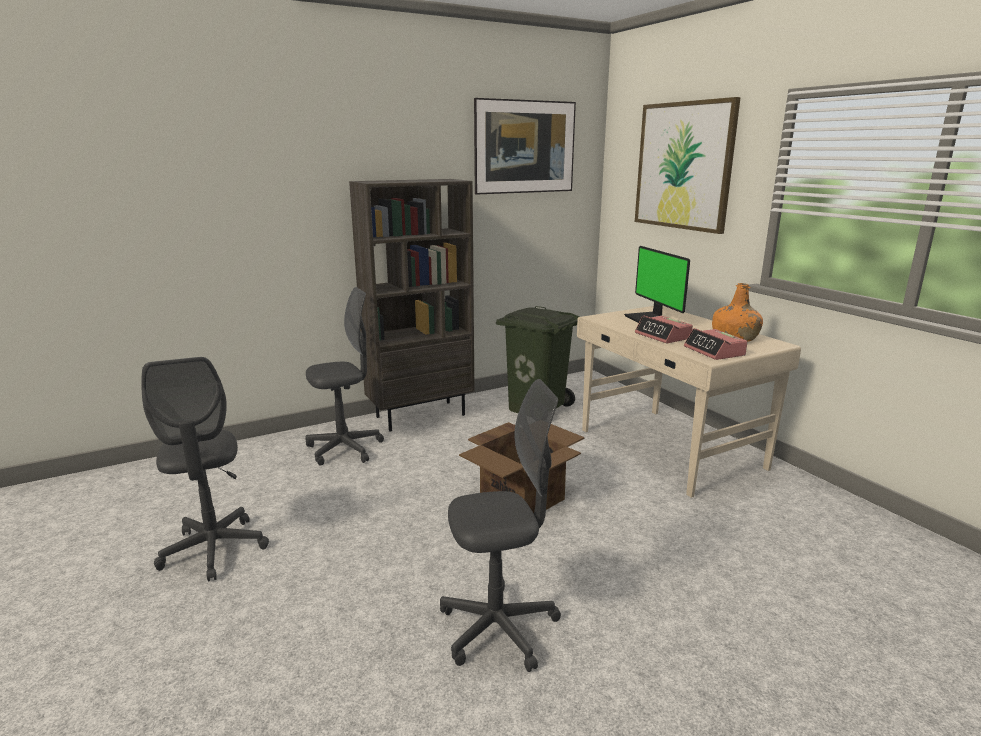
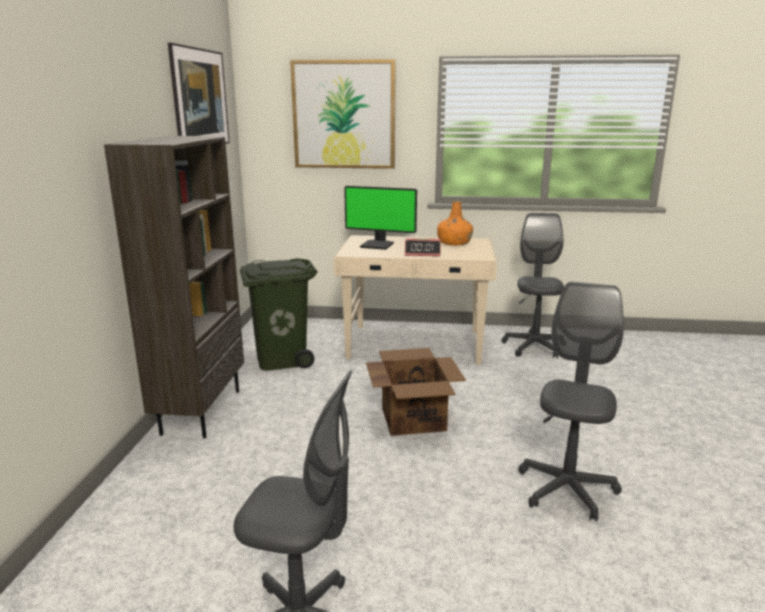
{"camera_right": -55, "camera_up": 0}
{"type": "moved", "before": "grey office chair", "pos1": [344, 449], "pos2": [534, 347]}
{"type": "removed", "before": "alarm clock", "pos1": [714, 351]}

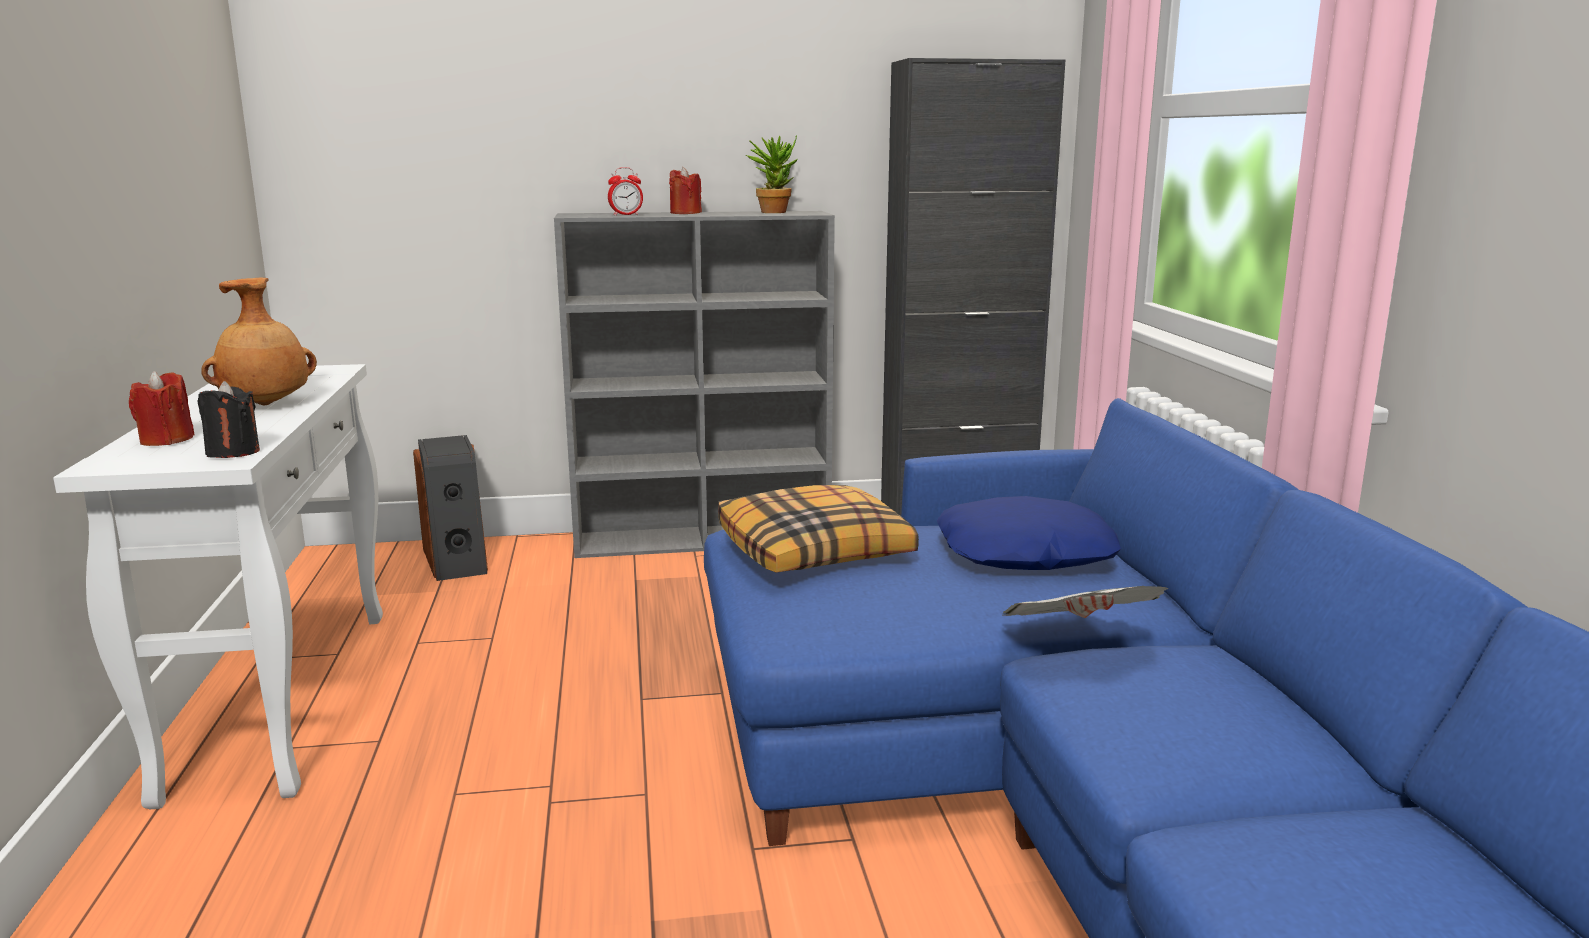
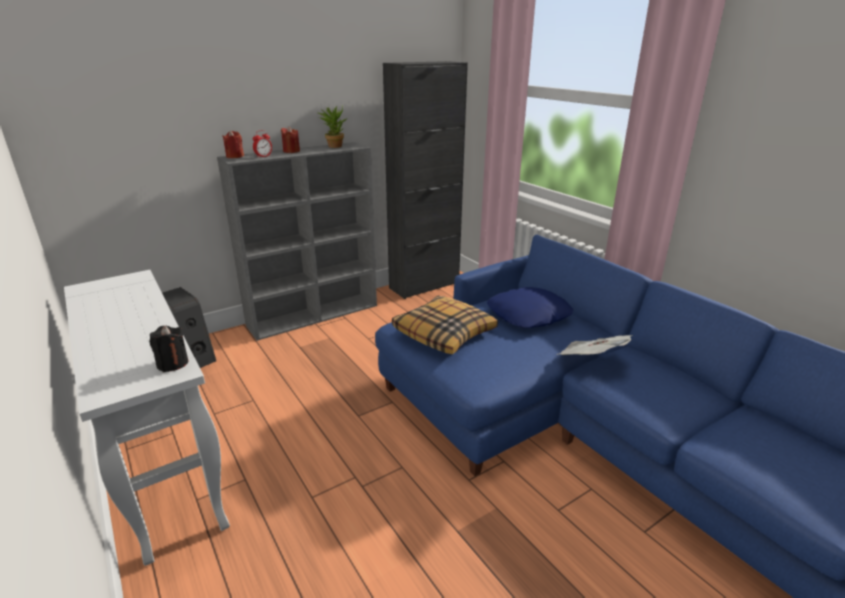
{"camera_right": -25, "camera_up": 10}
{"type": "removed", "before": "brown vase", "pos1": [266, 405]}
{"type": "moved", "before": "red candle", "pos1": [166, 440], "pos2": [235, 156]}

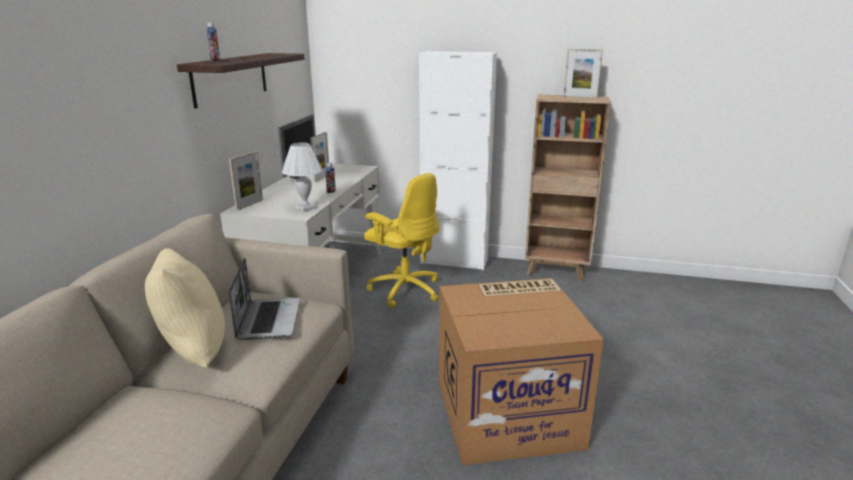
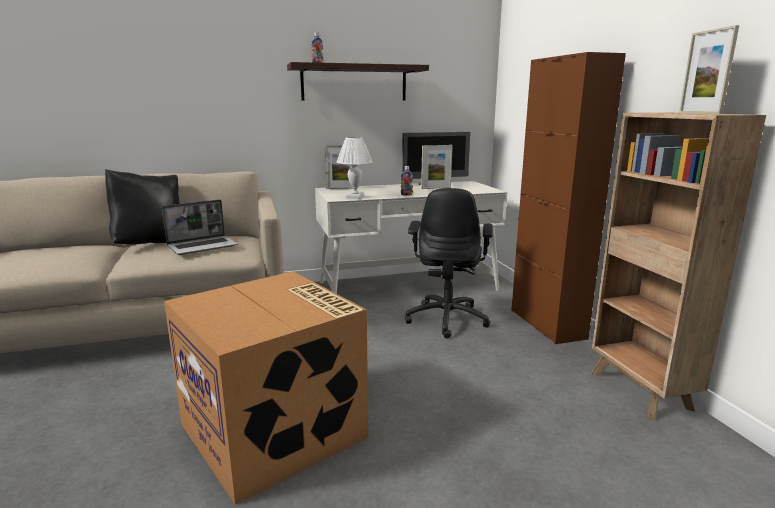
{"camera_right": 60, "camera_up": -5}
{"type": "recoloured", "before": "white cabinet", "after": "brown cabinet", "pos1": [454, 261], "pos2": [547, 324]}
{"type": "recoloured", "before": "yellow office chair", "after": "black office chair", "pos1": [405, 290], "pos2": [447, 319]}
{"type": "recoloured", "before": "beige pillow", "after": "black pillow", "pos1": [192, 353], "pos2": [151, 244]}

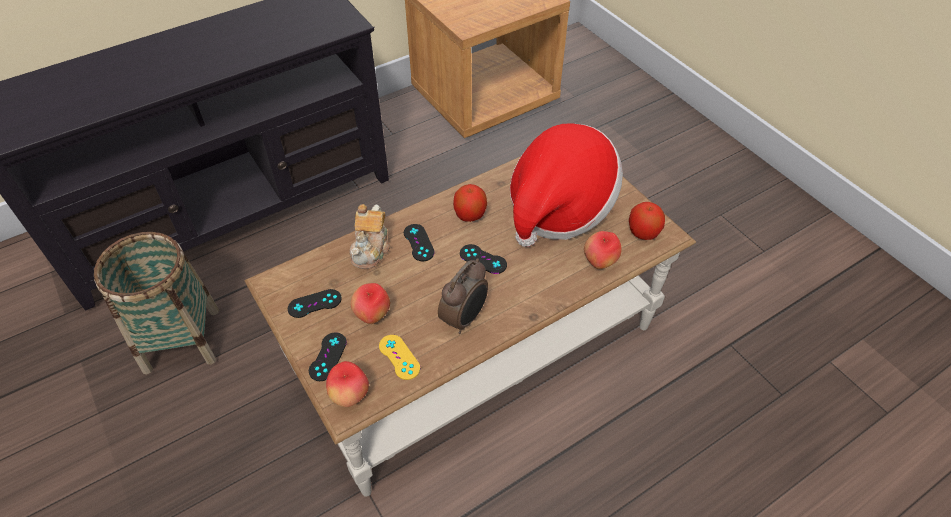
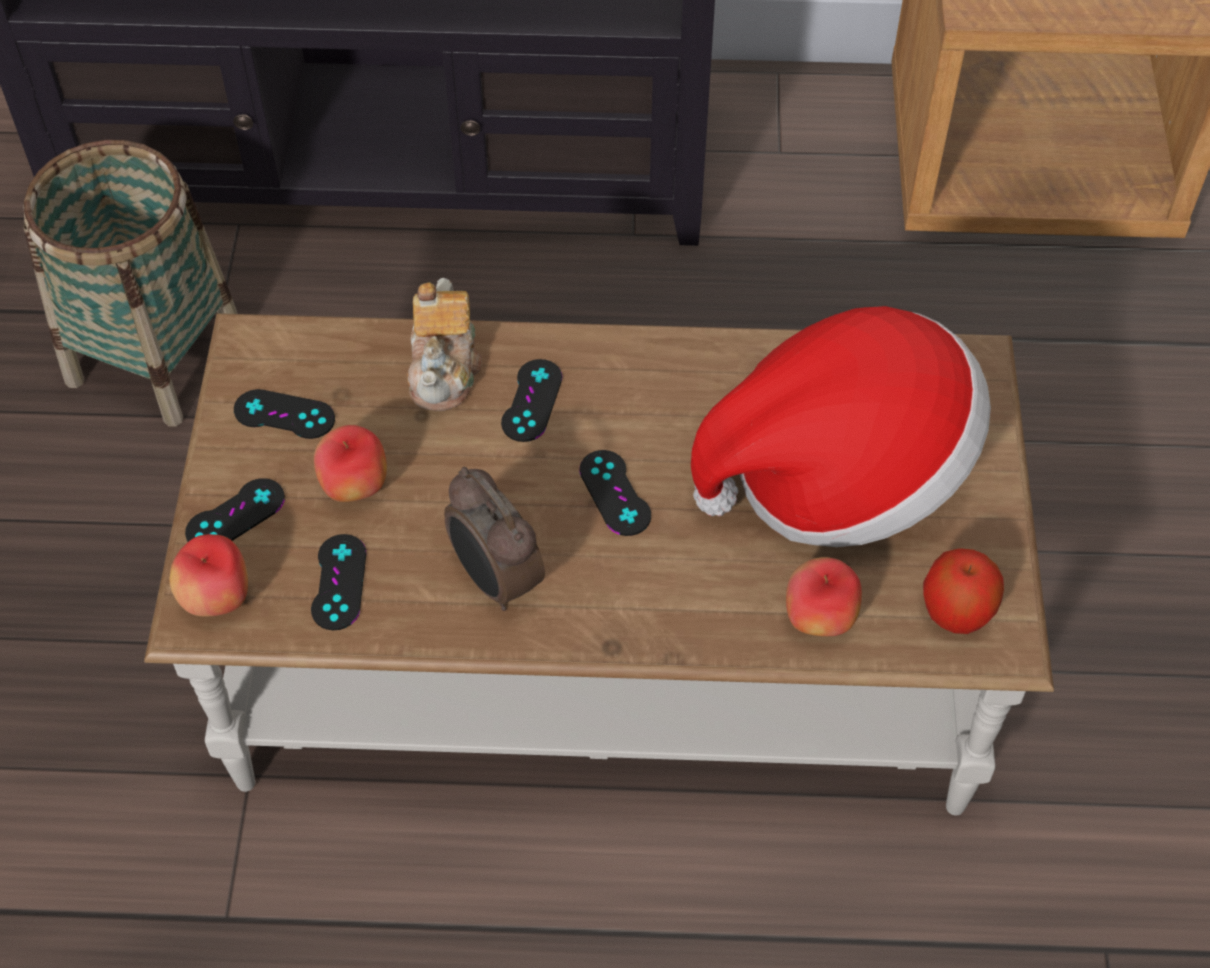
{"camera_right": 35, "camera_up": 5}
{"type": "removed", "before": "apple", "pos1": [470, 215]}
{"type": "turned", "before": "teapot", "pos1": [371, 249], "pos2": [445, 369], "turn": -45}
{"type": "turned", "before": "alarm clock", "pos1": [465, 318], "pos2": [495, 580], "turn": 75}
{"type": "recoloured", "before": "yellow game controller", "after": "black game controller", "pos1": [399, 357], "pos2": [339, 582]}

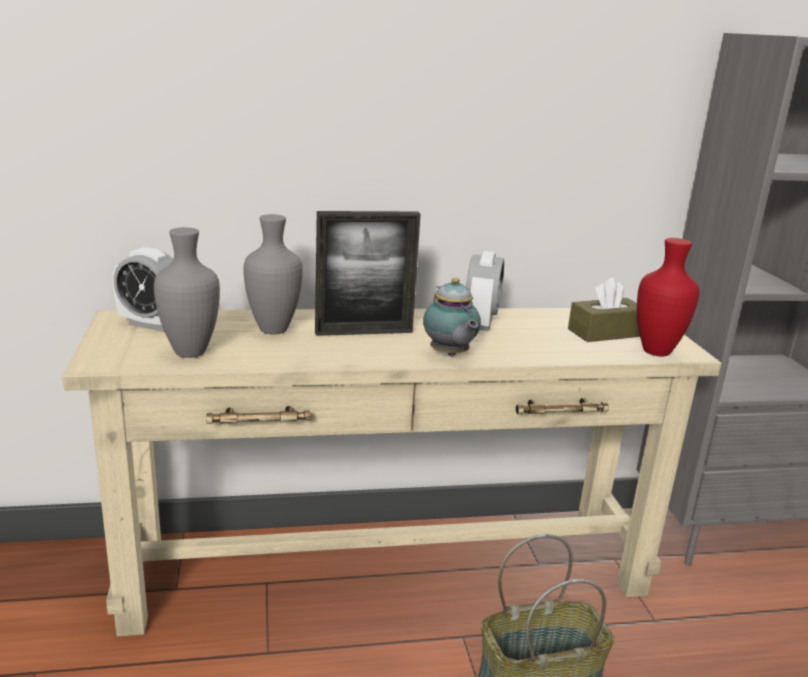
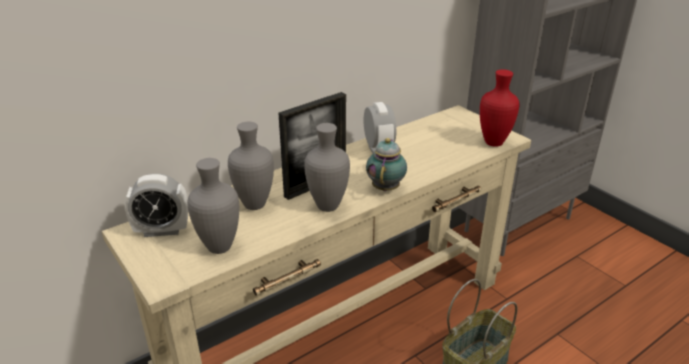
{"camera_right": -25, "camera_up": 10}
{"type": "turned", "before": "teapot", "pos1": [449, 355], "pos2": [386, 187], "turn": -120}
{"type": "removed", "before": "brown tissue box", "pos1": [605, 332]}
{"type": "added", "after": "grey vase", "pos2": [326, 207]}

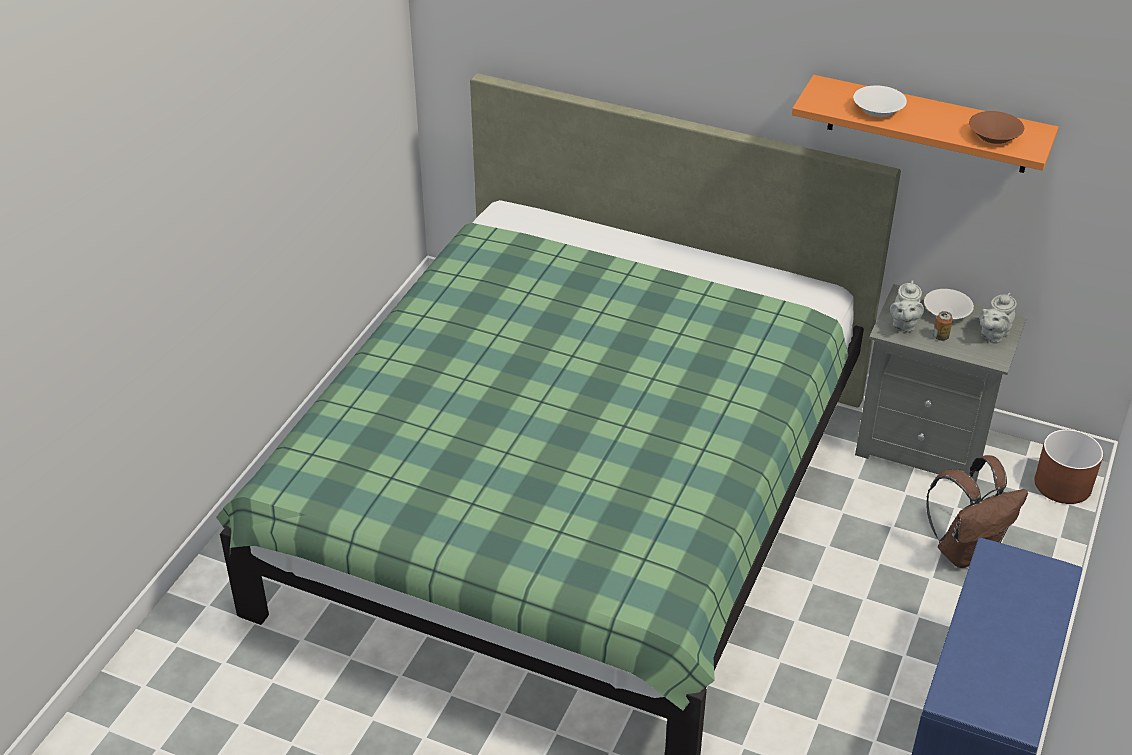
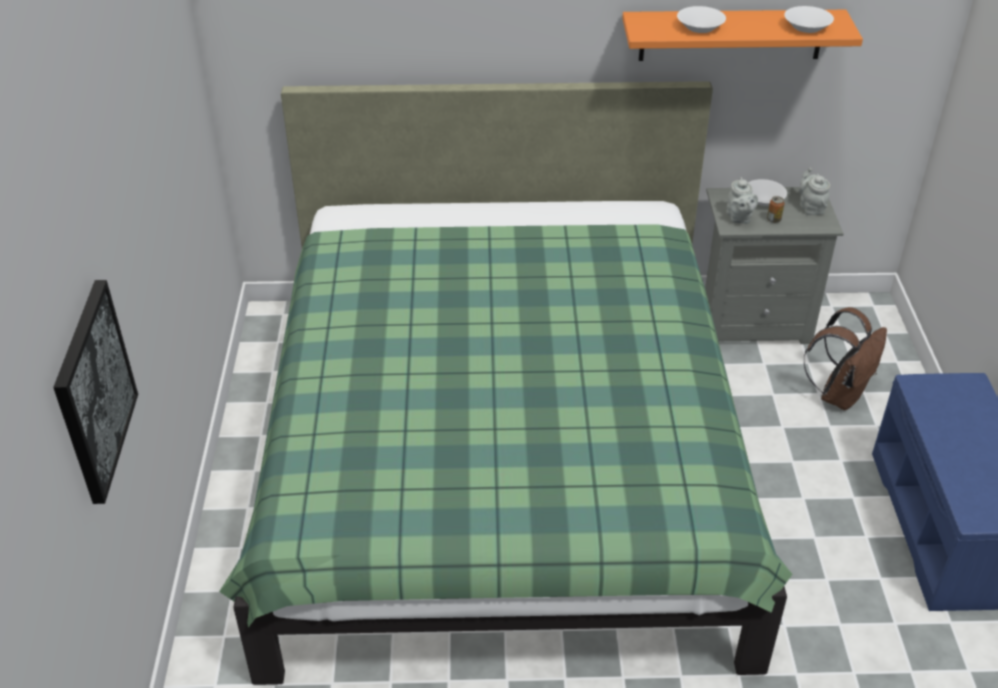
{"camera_right": -25, "camera_up": 0}
{"type": "recoloured", "before": "brown bowl", "after": "white bowl", "pos1": [994, 136], "pos2": [807, 27]}
{"type": "turned", "before": "grey teapot", "pos1": [993, 335], "pos2": [811, 207], "turn": 150}
{"type": "removed", "before": "brown planter", "pos1": [1063, 484]}
{"type": "added", "after": "picture", "pos2": [93, 391]}

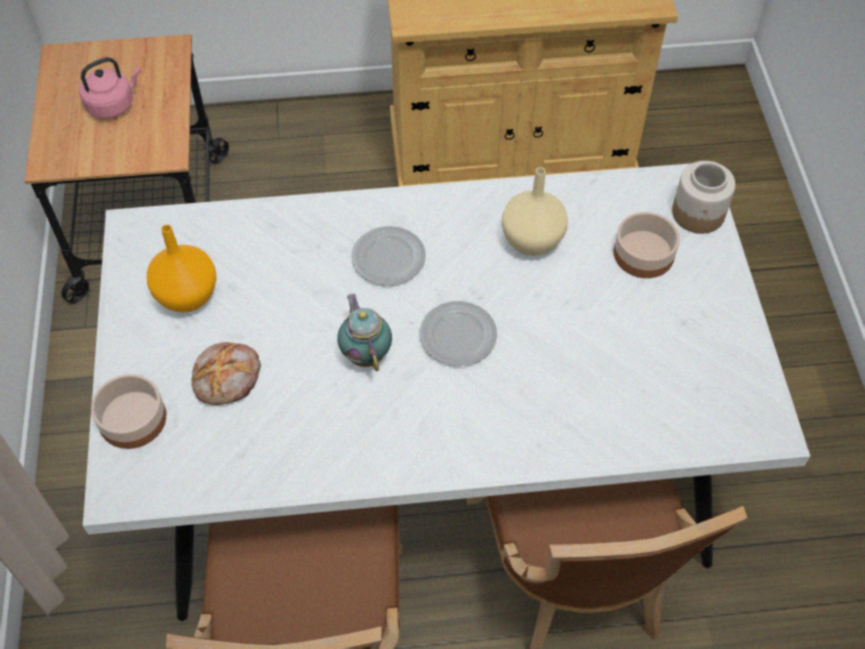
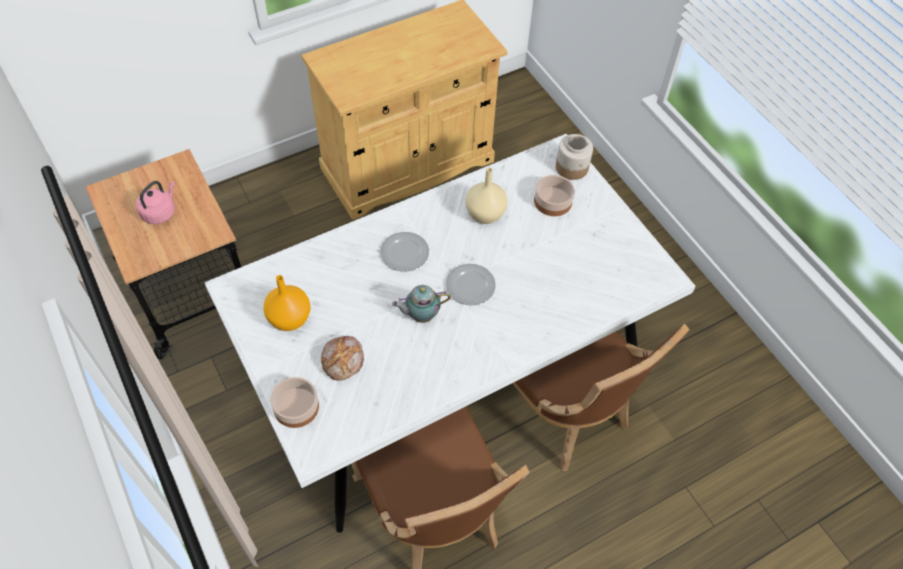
{"camera_right": -25, "camera_up": 0}
{"type": "turned", "before": "teapot", "pos1": [366, 353], "pos2": [421, 315], "turn": -60}

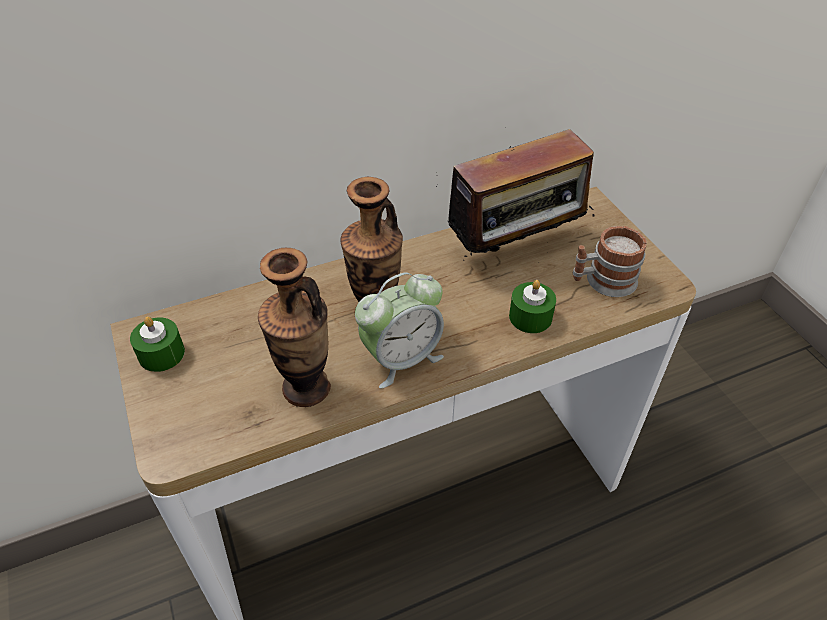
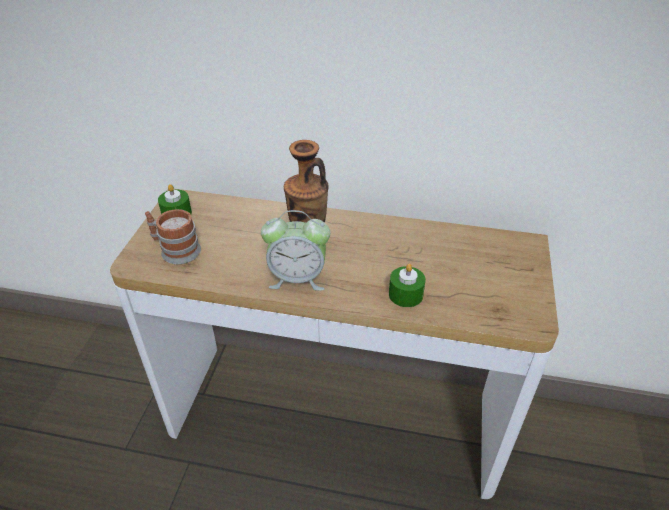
{"camera_right": 35, "camera_up": -5}
{"type": "removed", "before": "radio", "pos1": [516, 250]}
{"type": "moved", "before": "mug", "pos1": [603, 281], "pos2": [175, 250]}
{"type": "removed", "before": "vase", "pos1": [306, 388]}

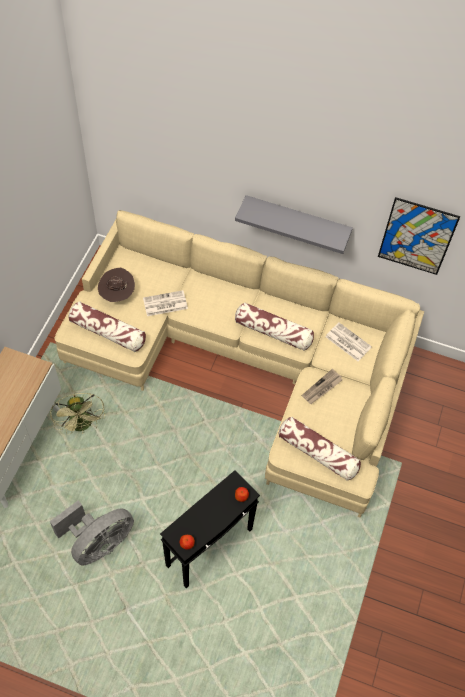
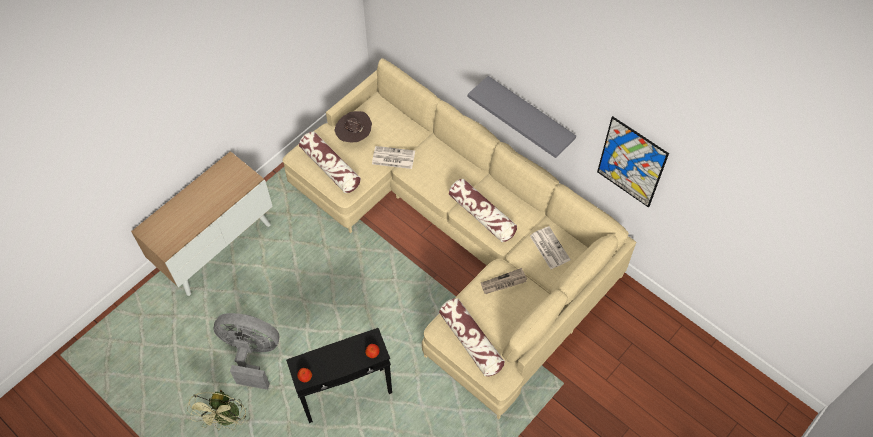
{"camera_right": 25, "camera_up": 0}
{"type": "moved", "before": "green fan", "pos1": [82, 426], "pos2": [226, 420]}
{"type": "turned", "before": "grey fan", "pos1": [98, 543], "pos2": [252, 354], "turn": -150}

